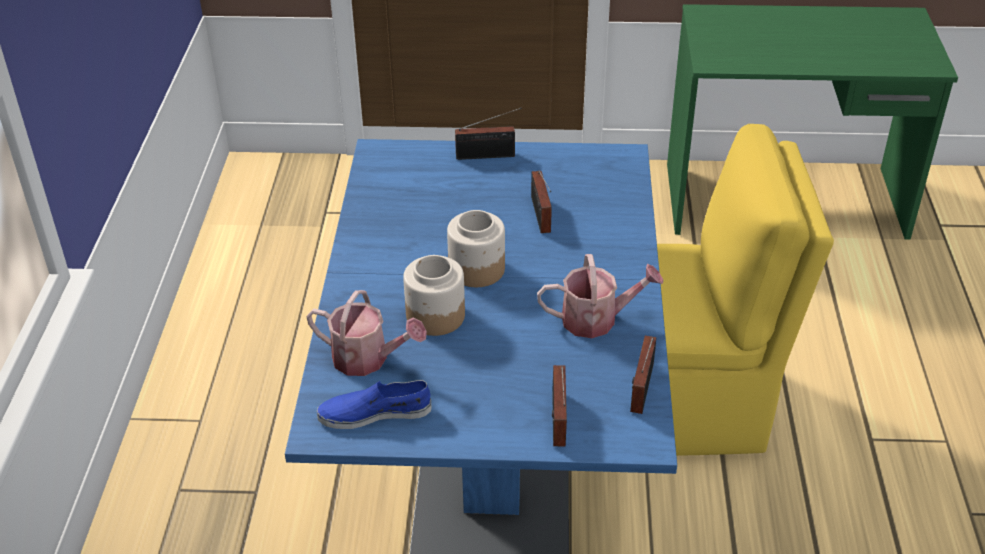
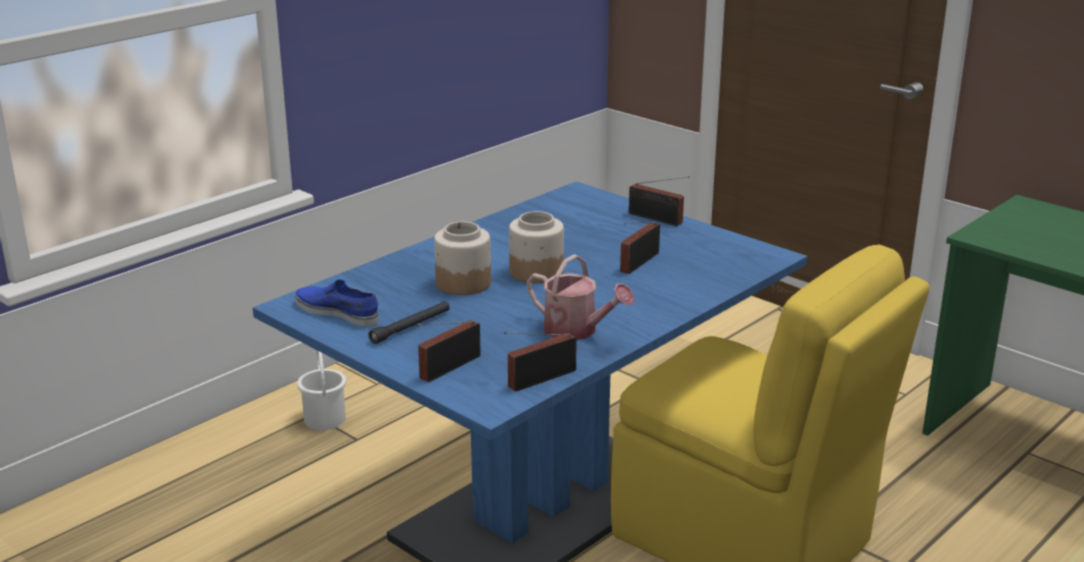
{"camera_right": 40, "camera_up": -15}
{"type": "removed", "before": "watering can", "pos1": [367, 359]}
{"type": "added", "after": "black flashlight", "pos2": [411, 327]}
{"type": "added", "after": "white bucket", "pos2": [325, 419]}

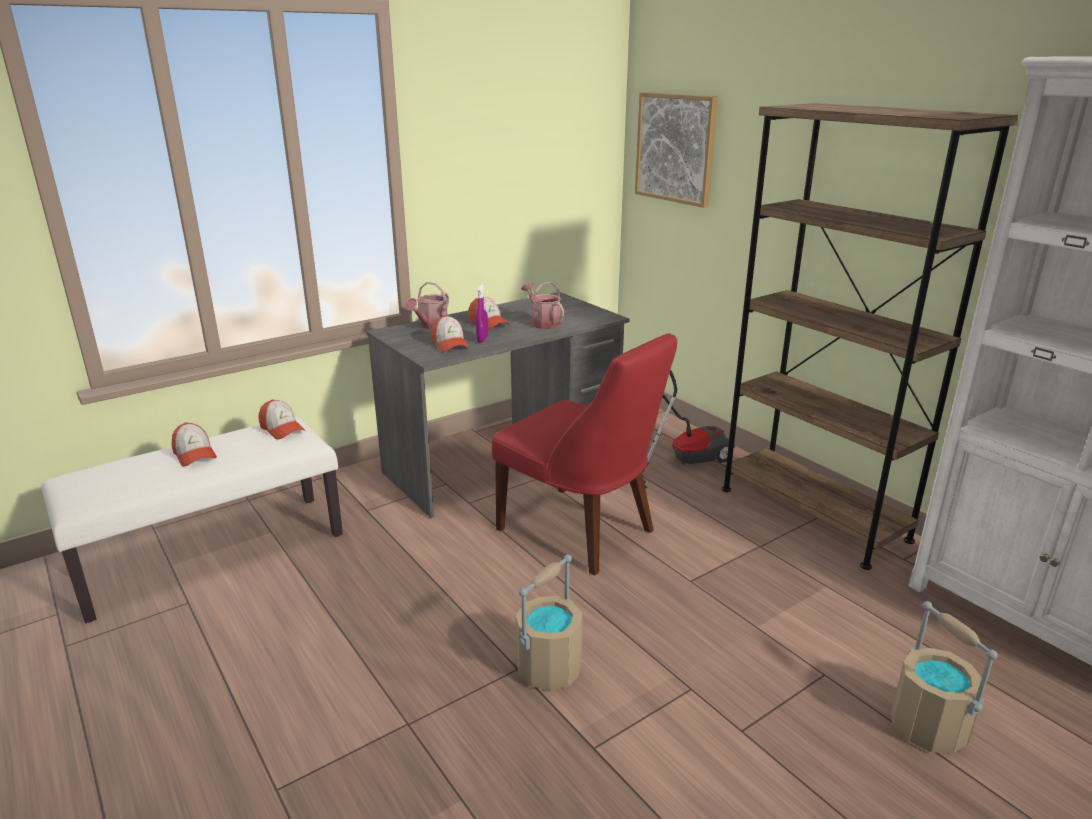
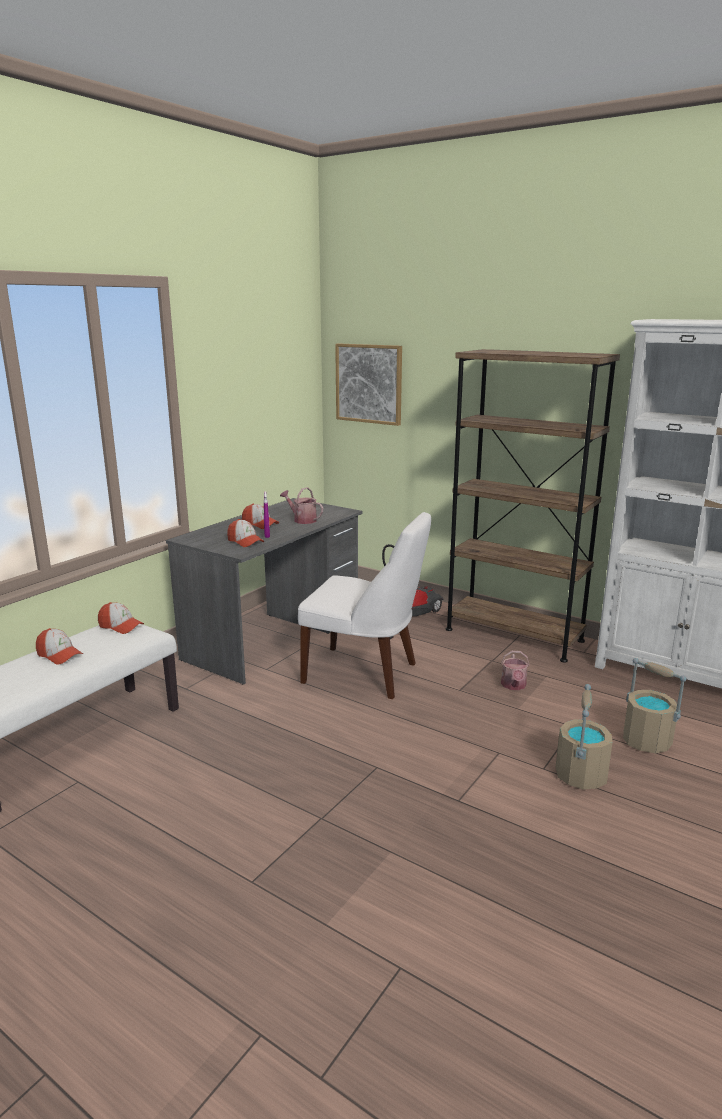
{"camera_right": -20, "camera_up": -5}
{"type": "moved", "before": "watering can", "pos1": [430, 326], "pos2": [514, 686]}
{"type": "recoloured", "before": "red chair", "after": "white chair", "pos1": [581, 532], "pos2": [365, 674]}
{"type": "moved", "before": "beige bucket", "pos1": [549, 667], "pos2": [580, 775]}

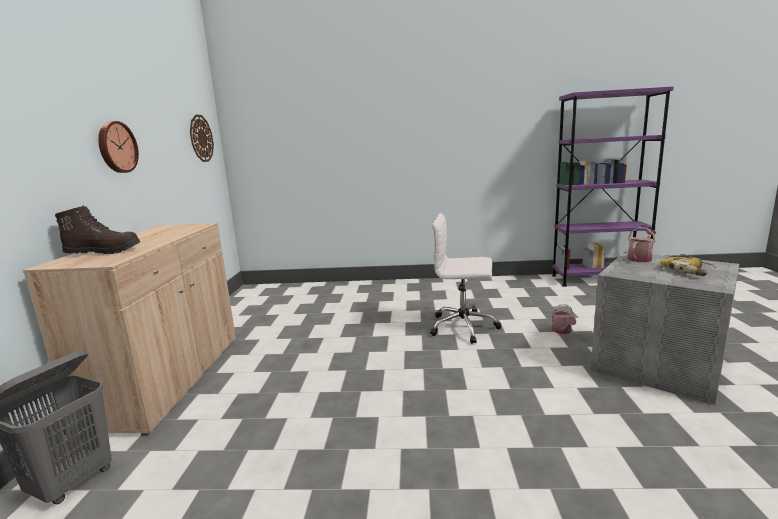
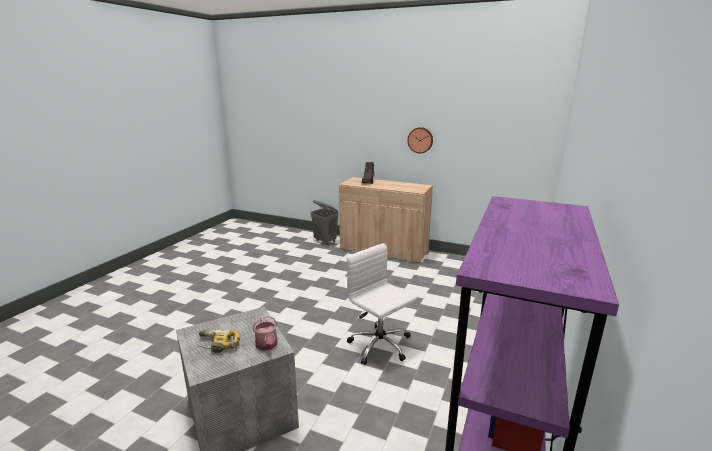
{"camera_right": 110, "camera_up": 5}
{"type": "removed", "before": "wall clock", "pos1": [201, 138]}
{"type": "turned", "before": "white office chair", "pos1": [464, 327], "pos2": [380, 346], "turn": -75}
{"type": "removed", "before": "watering can", "pos1": [562, 331]}

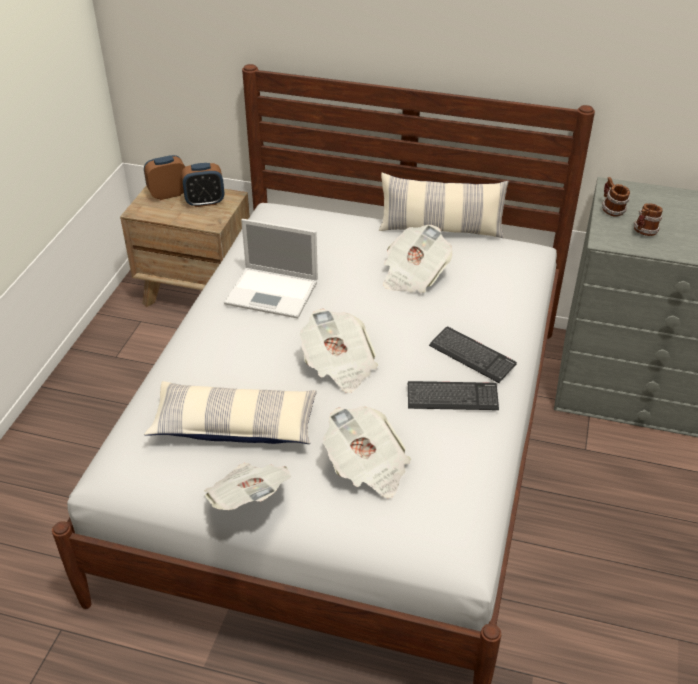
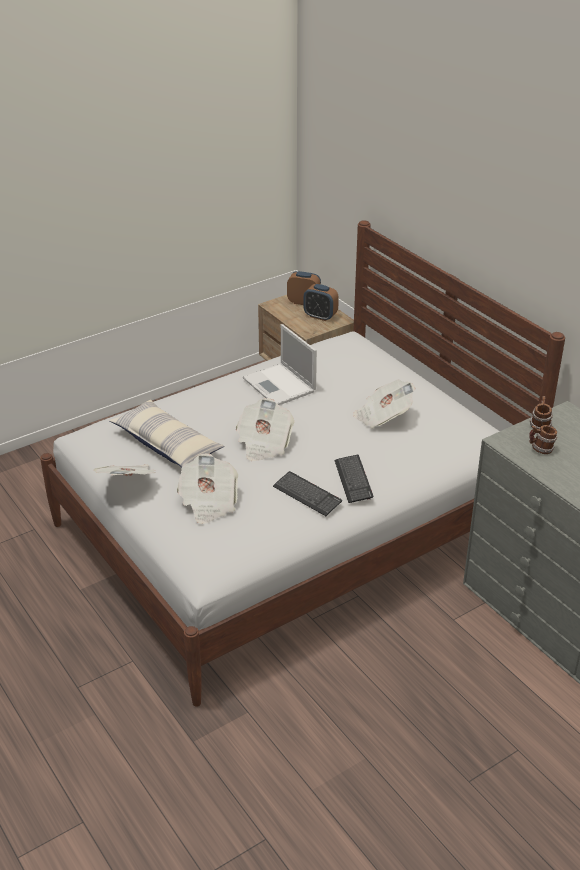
{"camera_right": 40, "camera_up": -5}
{"type": "removed", "before": "pillow", "pos1": [441, 230]}

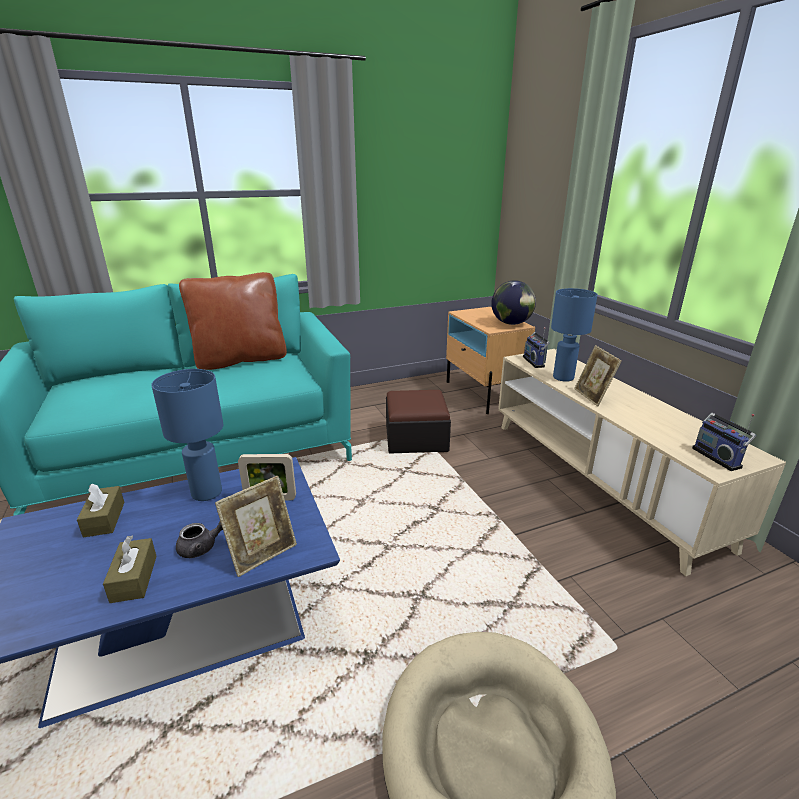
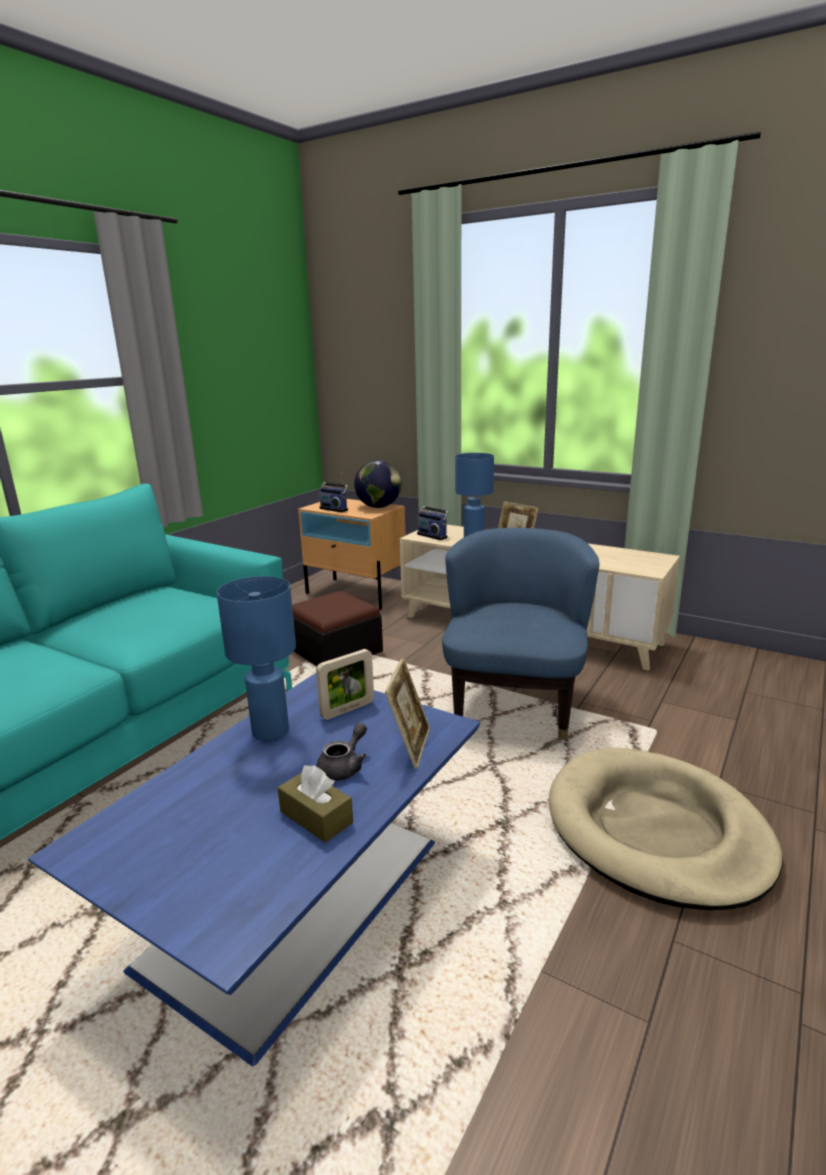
{"camera_right": -35, "camera_up": -5}
{"type": "removed", "before": "brown pillow", "pos1": [241, 360]}
{"type": "moved", "before": "radio", "pos1": [718, 457], "pos2": [334, 509]}
{"type": "removed", "before": "brown tissue box", "pos1": [104, 519]}
{"type": "added", "after": "blue armchair", "pos2": [515, 704]}

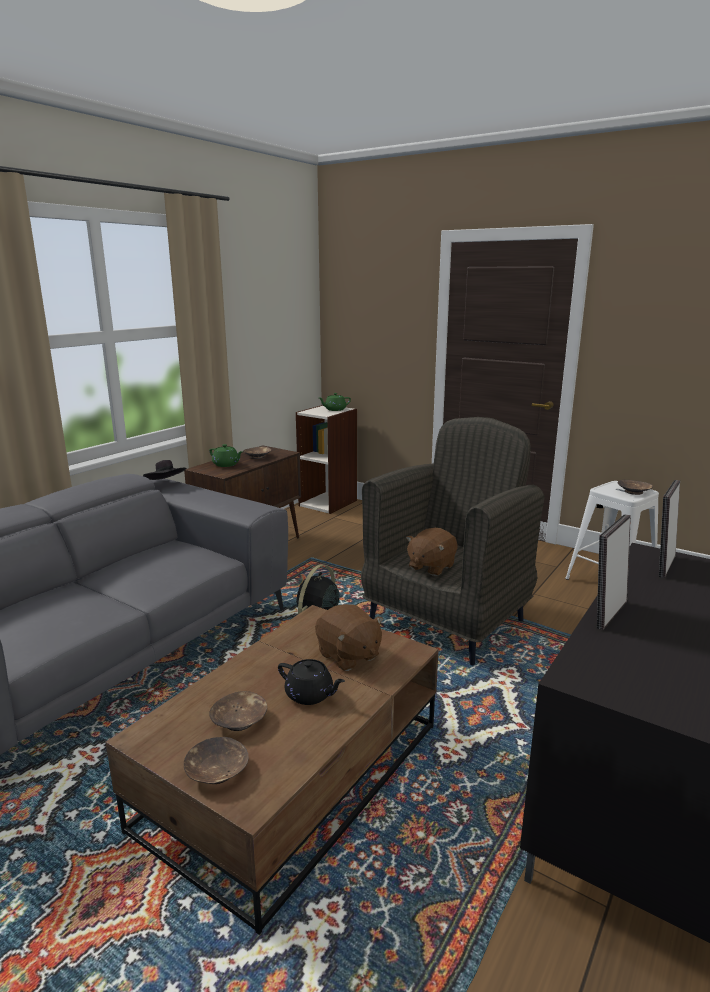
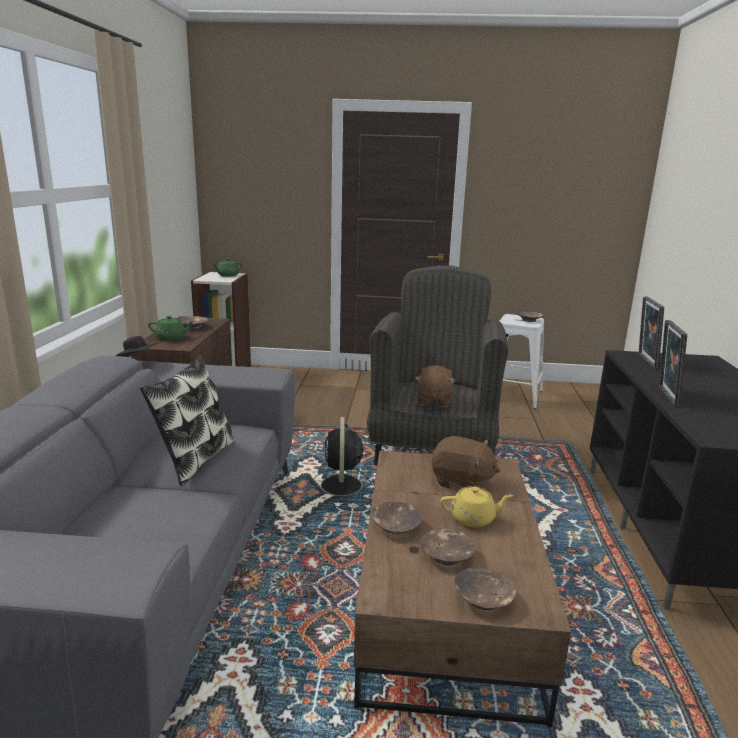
{"camera_right": -30, "camera_up": 0}
{"type": "recoloured", "before": "black teapot", "after": "yellow teapot", "pos1": [310, 695], "pos2": [473, 518]}
{"type": "added", "after": "pillow", "pos2": [194, 459]}
{"type": "added", "after": "brown bowl", "pos2": [395, 526]}

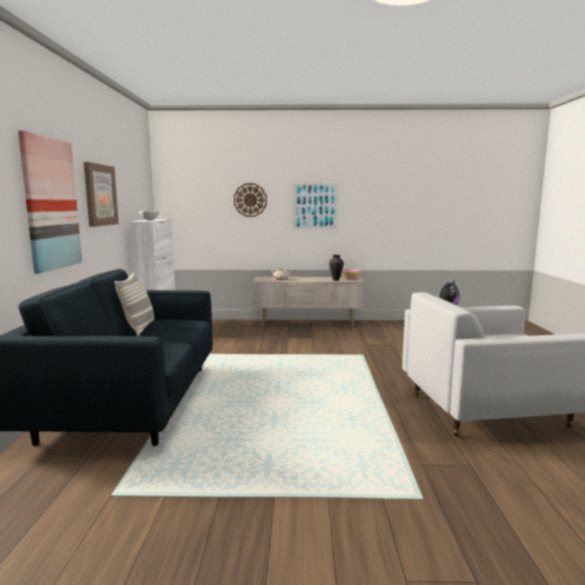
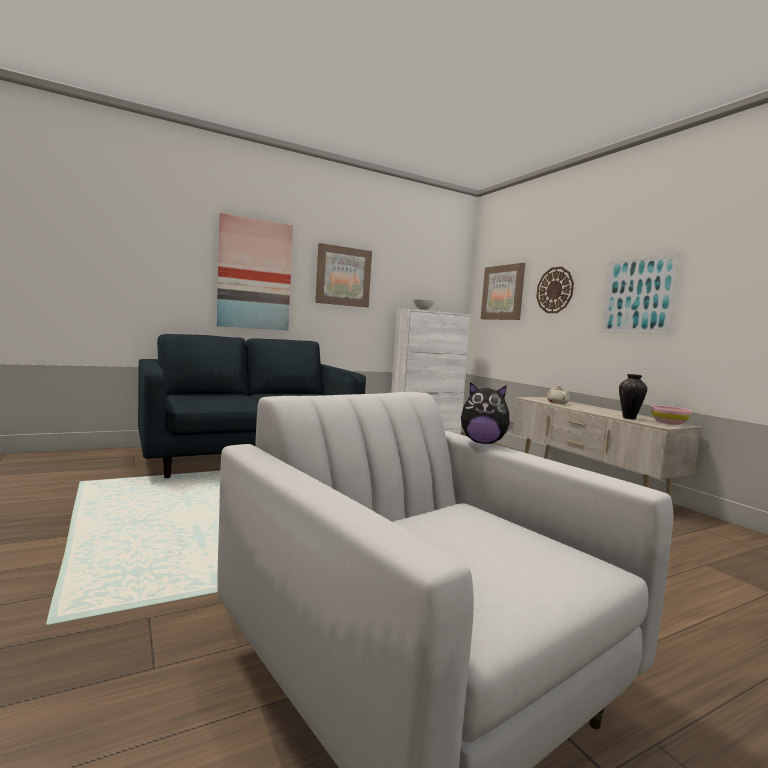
{"camera_right": 60, "camera_up": -5}
{"type": "removed", "before": "pillow", "pos1": [139, 328]}
{"type": "added", "after": "picture", "pos2": [503, 292]}

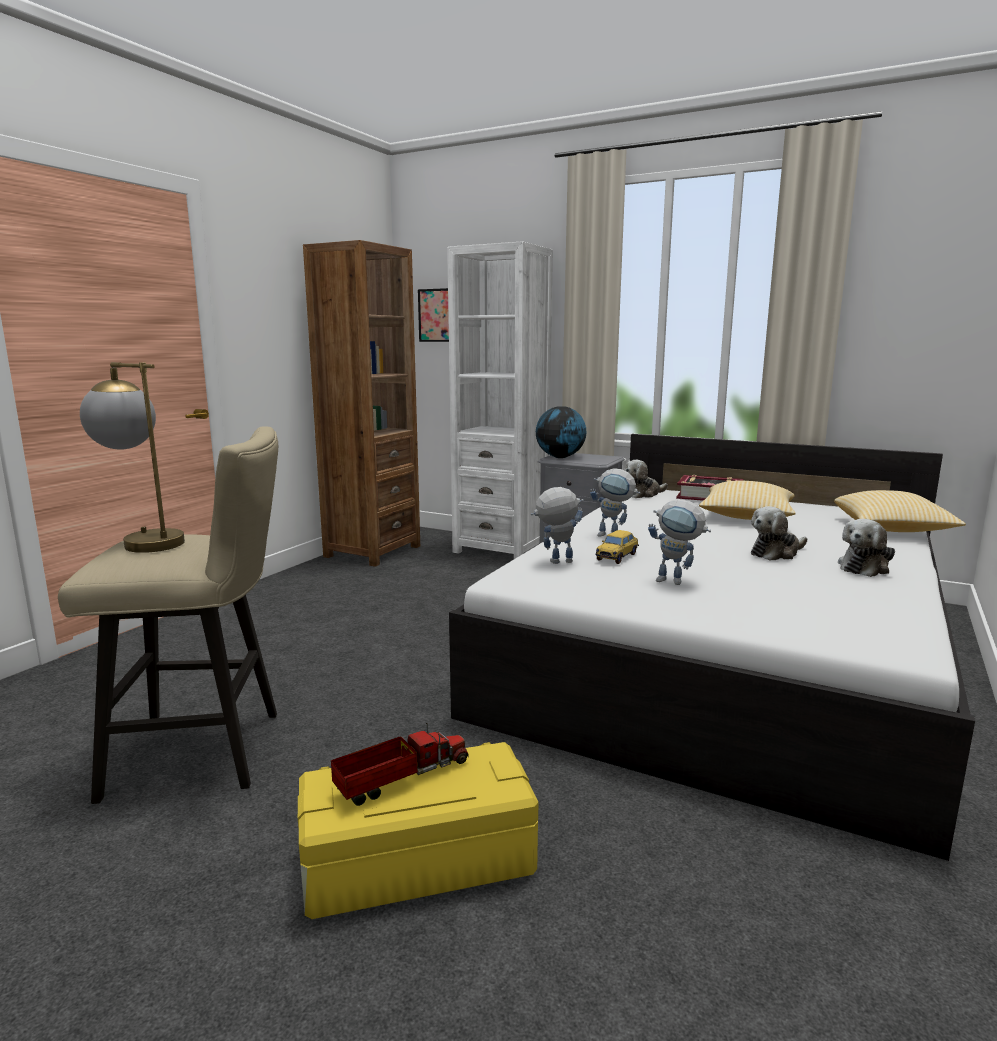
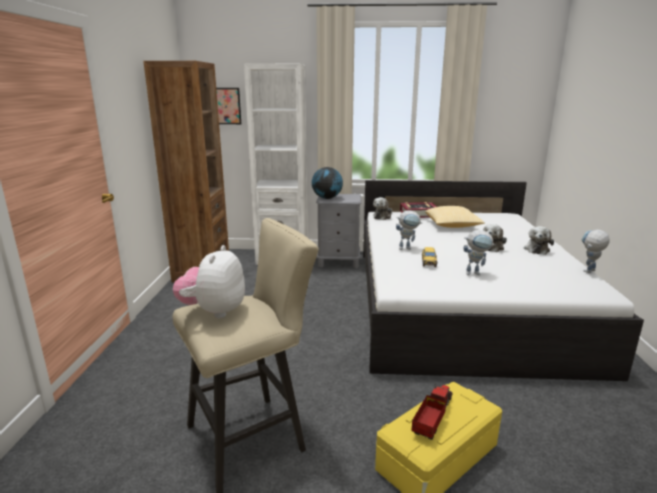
{"camera_right": -25, "camera_up": 5}
{"type": "replaced", "before": "table lamp", "after": "plush toy", "pos1": [142, 541], "pos2": [214, 311]}
{"type": "moved", "before": "toy robot", "pos1": [556, 563], "pos2": [589, 272]}
{"type": "removed", "before": "pillow", "pos1": [891, 530]}

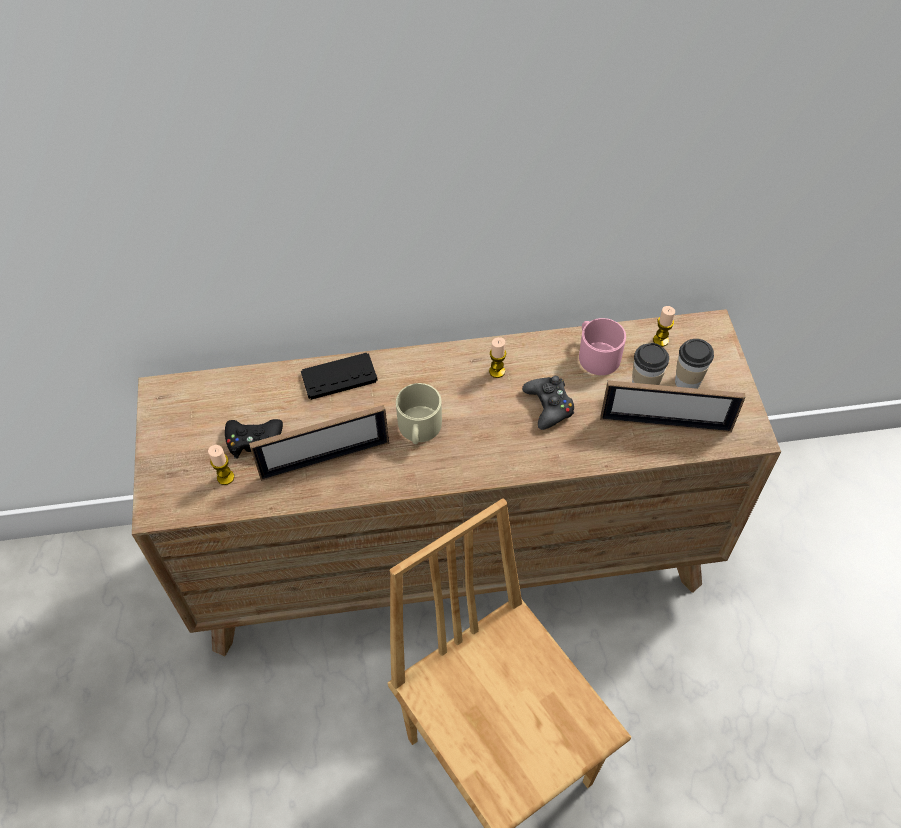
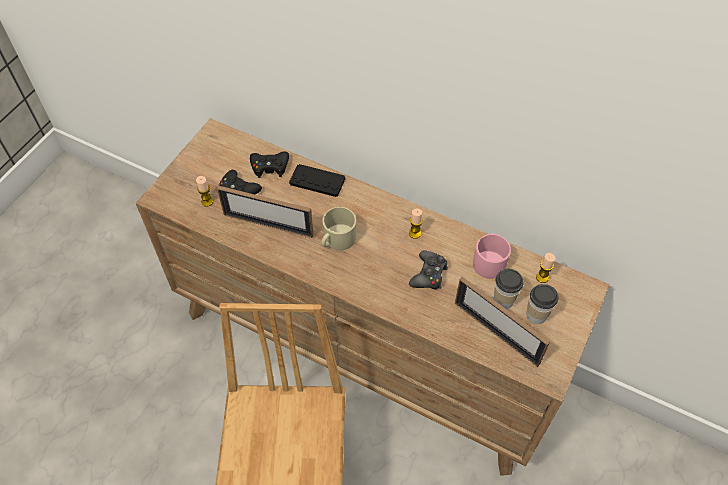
{"camera_right": 35, "camera_up": 0}
{"type": "added", "after": "black game controller", "pos2": [270, 167]}

